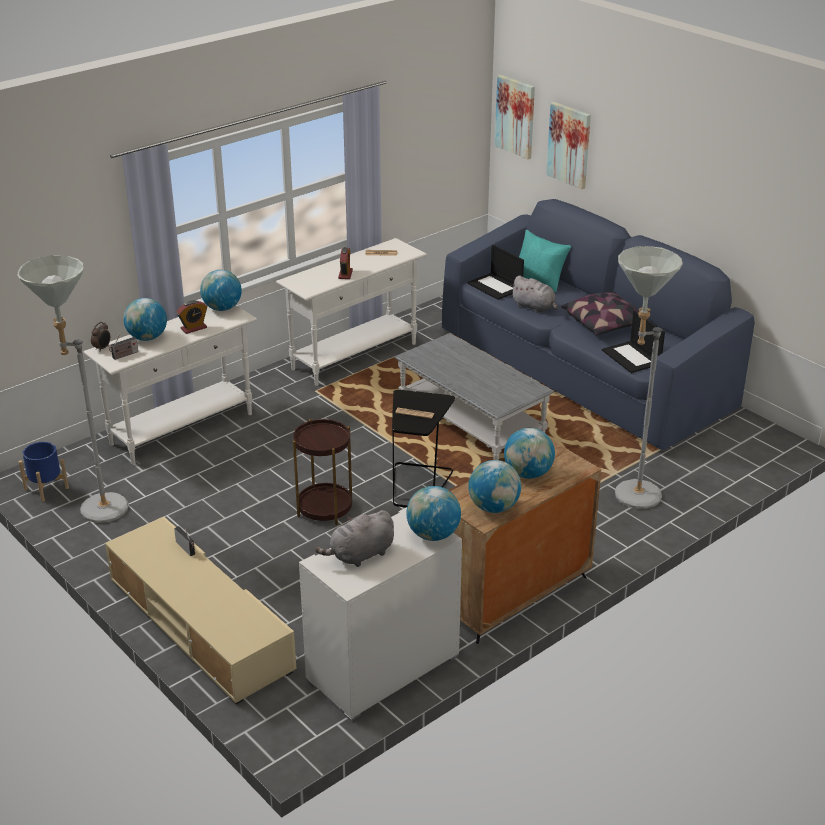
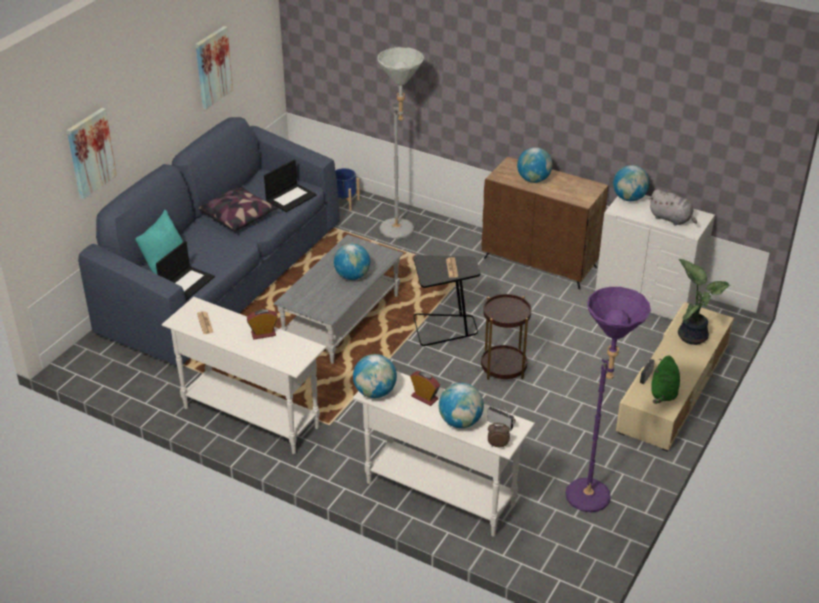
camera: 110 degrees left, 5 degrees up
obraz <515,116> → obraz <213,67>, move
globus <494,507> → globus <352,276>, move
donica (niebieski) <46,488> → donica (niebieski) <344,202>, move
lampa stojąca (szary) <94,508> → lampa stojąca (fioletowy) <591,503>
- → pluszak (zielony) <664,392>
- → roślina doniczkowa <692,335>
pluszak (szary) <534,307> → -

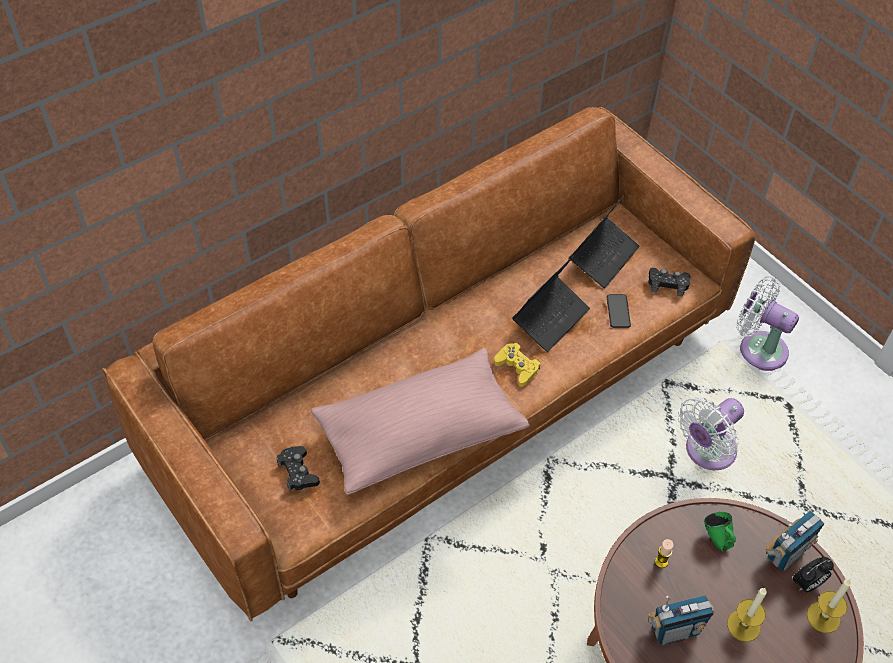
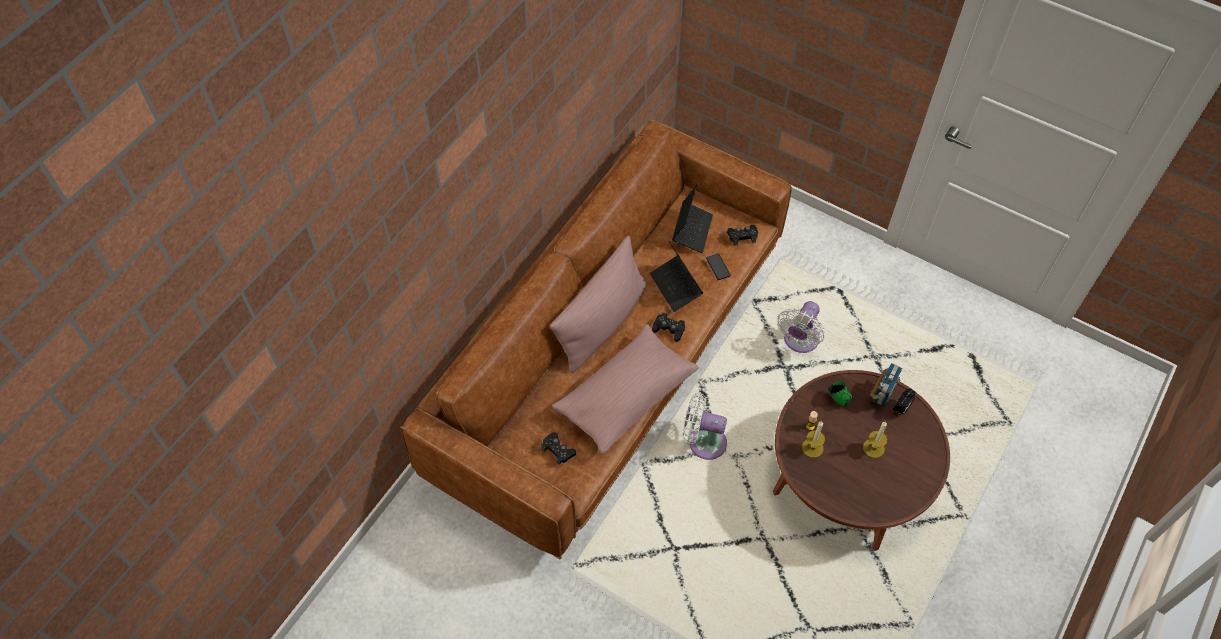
camera: 20 degrees left, 5 degrees up
- → poduszka (różowy) <602,323>
laptop <550,318> → laptop <676,287>, 135 degrees clockwise
pad do gier (żółty) <517,367> → pad do gier (czarny) <669,329>
wentylator (biały) <758,348> → wentylator (biały) <703,442>, move
świeca <823,617> → świeca <812,448>, move
radio <675,630> → -

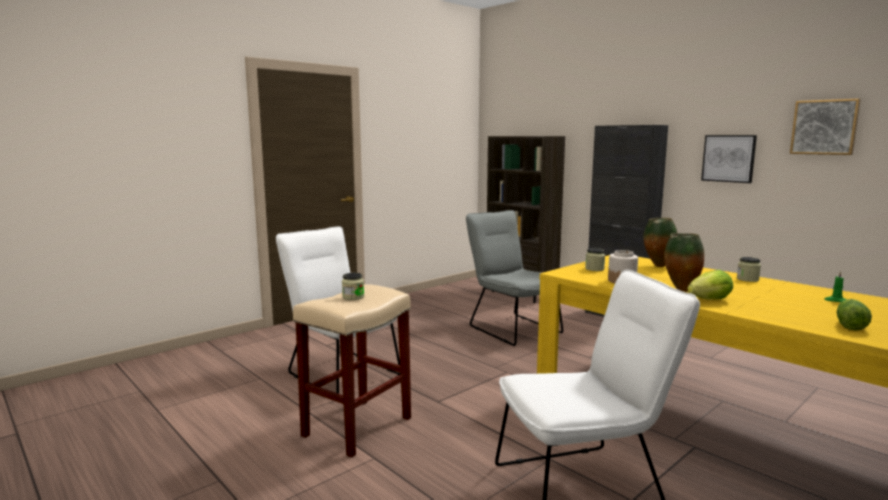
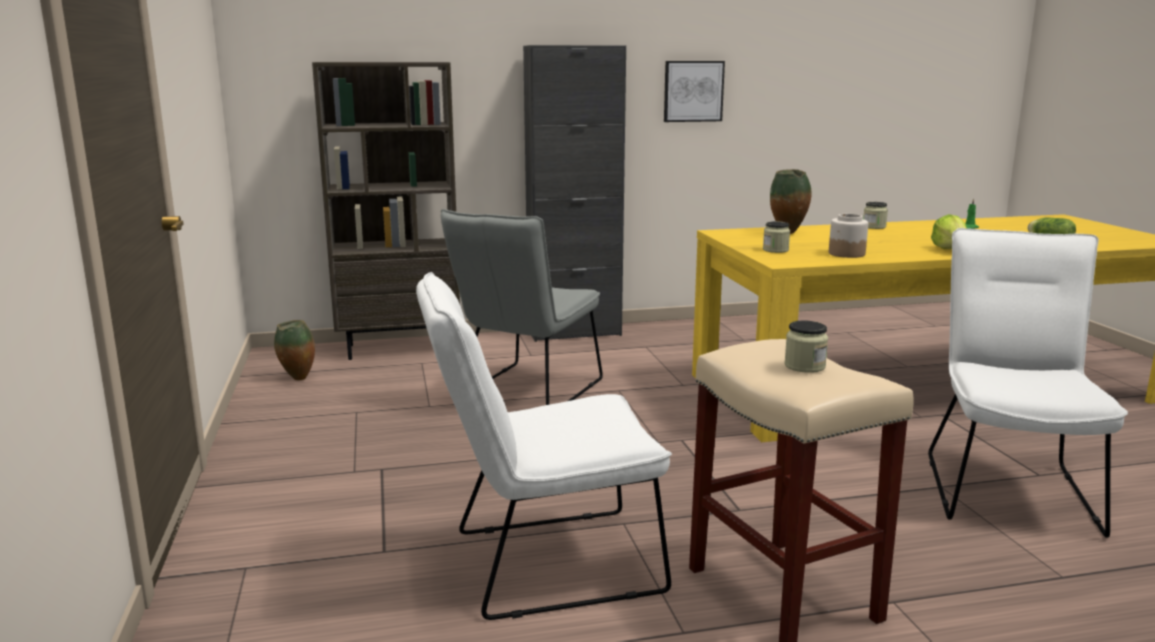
camera: 60 degrees left, 5 degrees up
wazon <680,290> → wazon <297,379>, move
krzesło (szary) <511,327> → krzesło (szary) <525,393>, 60 degrees counterclockwise
obraz <824,127> → -

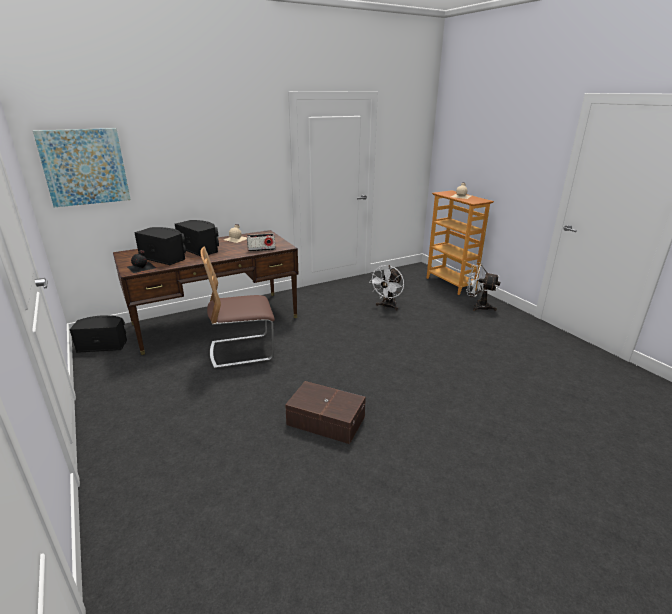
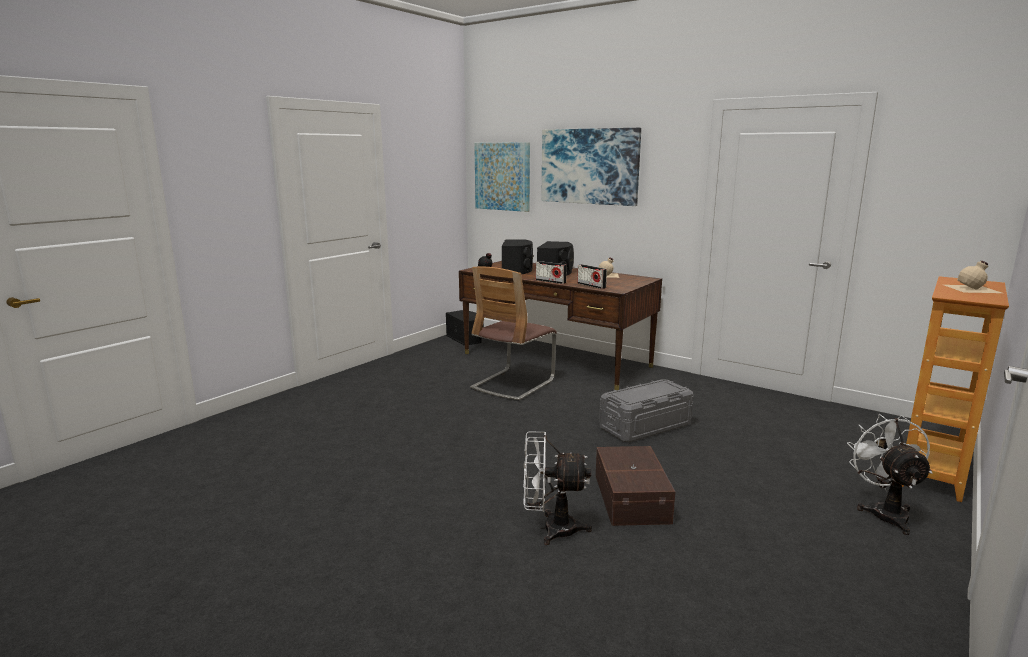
camera: 65 degrees right, 10 degrees down
krzesło <242,351> → krzesło <513,384>, 105 degrees counterclockwise
wentylator (biały) <387,306> → wentylator (biały) <550,529>, move
- → radio <550,281>
- → obraz <589,166>
pojemnik do przechowywania (brązowy) <325,420> → pojemnik do przechowywania (brązowy) <632,498>, move
- → pojemnik do przechowywania (szary) <645,426>

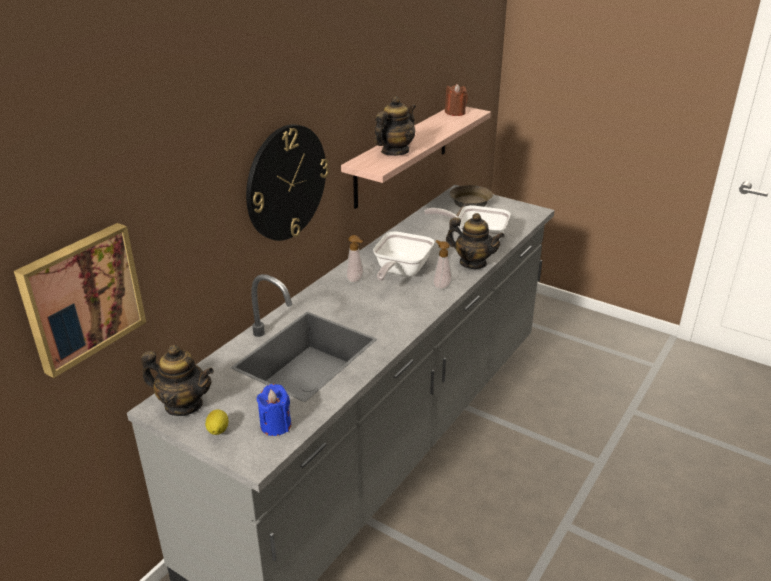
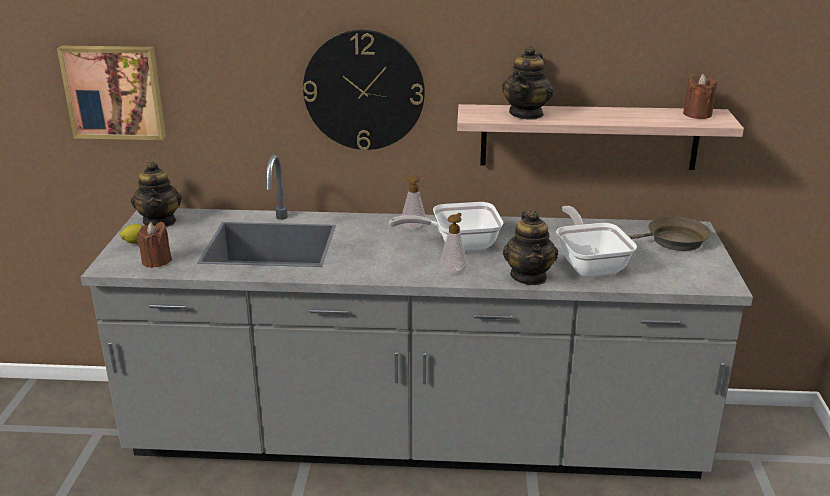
camera: 60 degrees right, 5 degrees down
świeca (niebieski) <275,425> → świeca (brązowy) <156,261>
imbryk <394,151> → imbryk <526,114>, 105 degrees clockwise

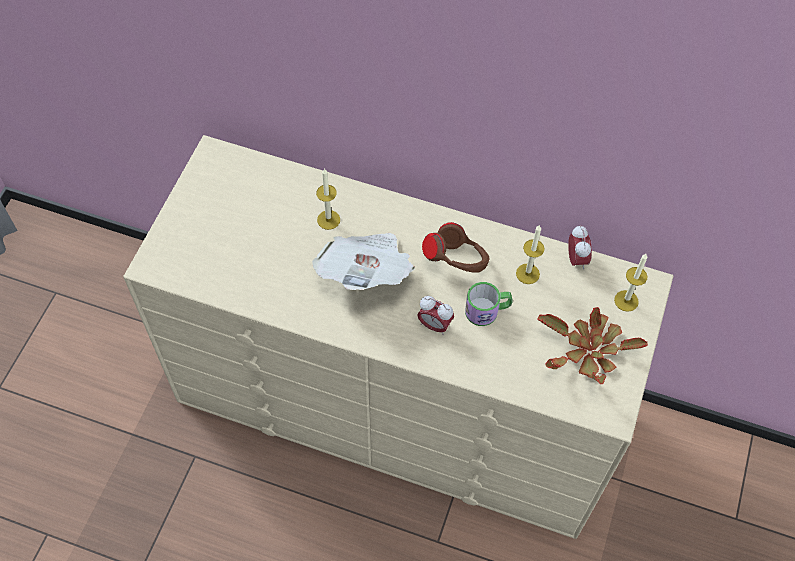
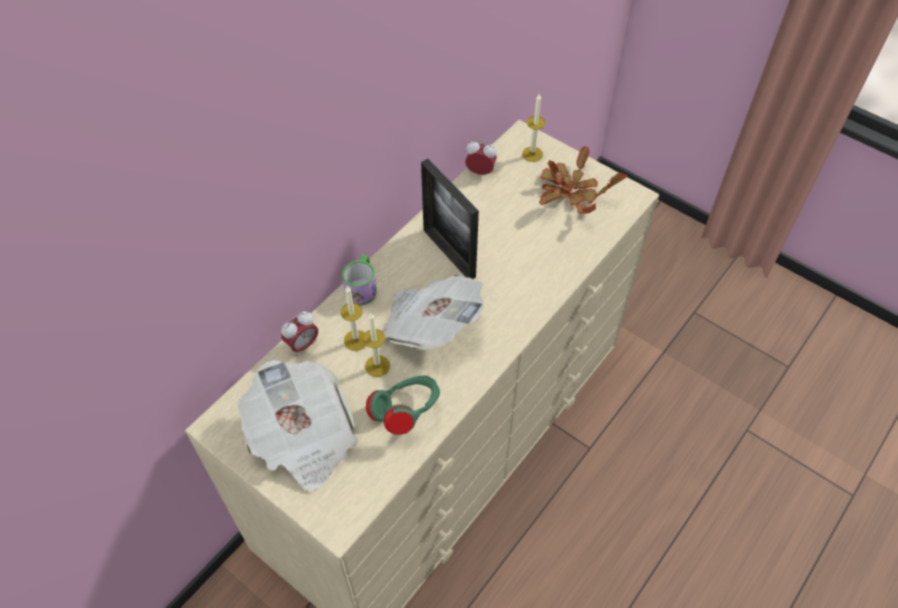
camera: 70 degrees left, 5 degrees down
- → gazeta <303,438>
budzik <434,325> → budzik <303,345>, move
kubek <487,311> → kubek <362,287>, move
świeca <527,273> → świeca <377,366>, move
- → słuchawki (zielony) <406,413>
słuchawki (brązowy) <456,262> → ramka na zdjęcie <449,253>

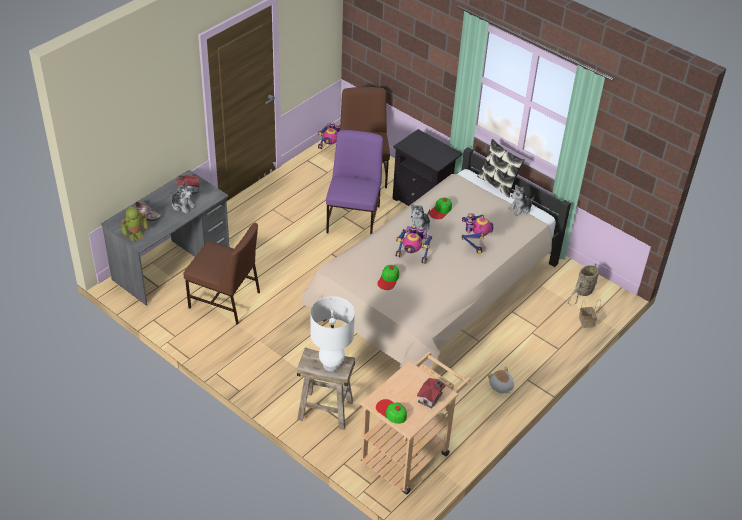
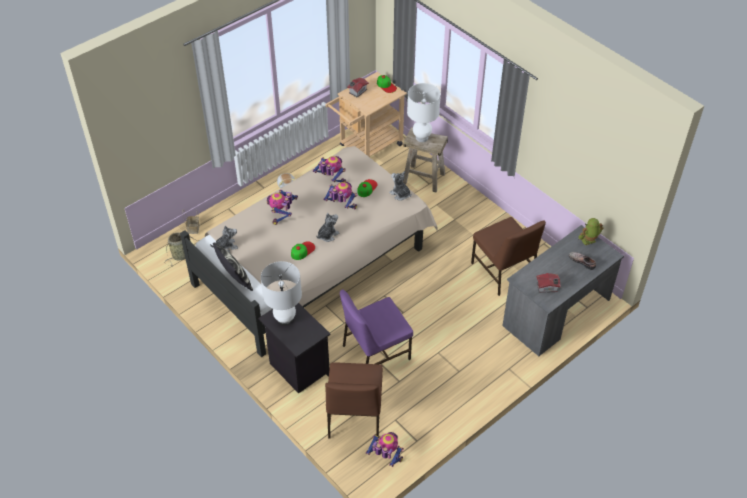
camera: 170 degrees left, 5 degrees up
- → lampa stołowa (biały) <285,319>
- → robot zabawkowy <331,180>
krzesło (fioletowy) <354,218> → krzesło (fioletowy) <375,352>, 45 degrees clockwise
pluszak <182,205> → pluszak <400,194>, move
krzesło (brązowy) <225,301> → krzesło (brązowy) <503,272>, 150 degrees counterclockwise

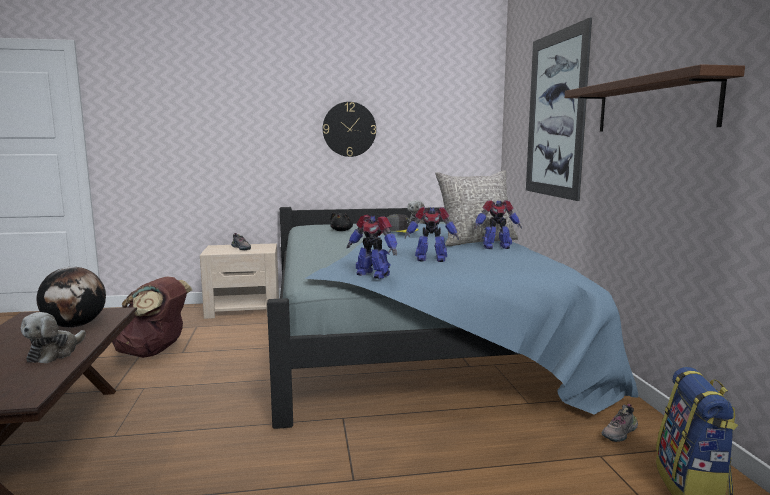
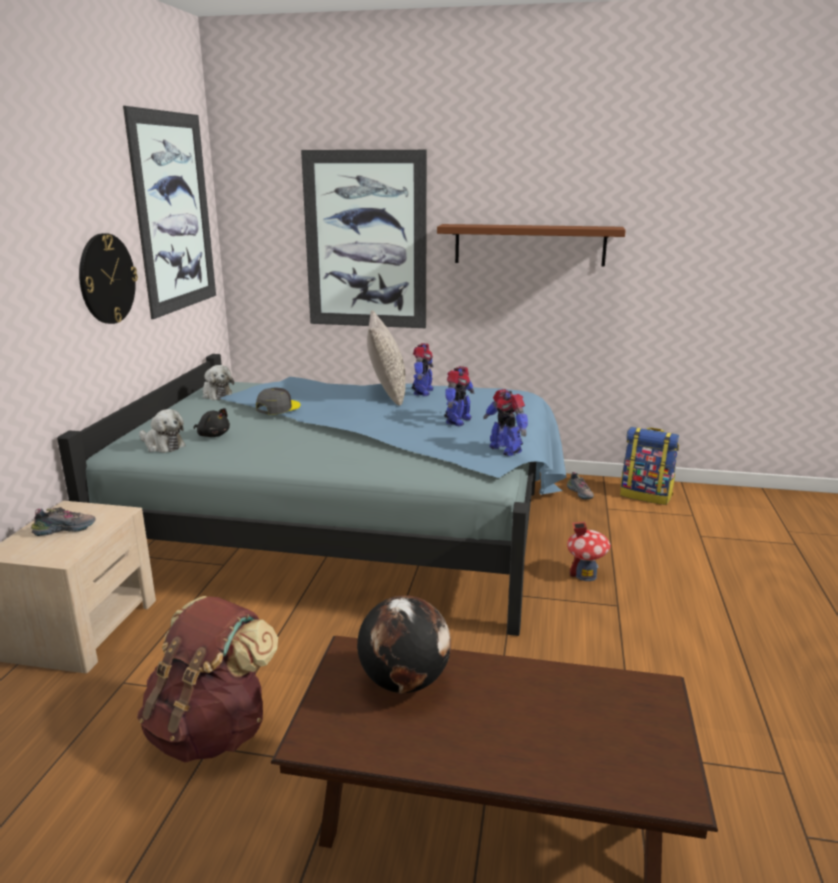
camera: 70 degrees left, 10 degrees up
- → obraz <174,213>
pluszak <55,353> → pluszak <162,445>, move
robot zabawkowy <373,274> → robot zabawkowy <505,449>, 90 degrees clockwise
- → domek <585,575>

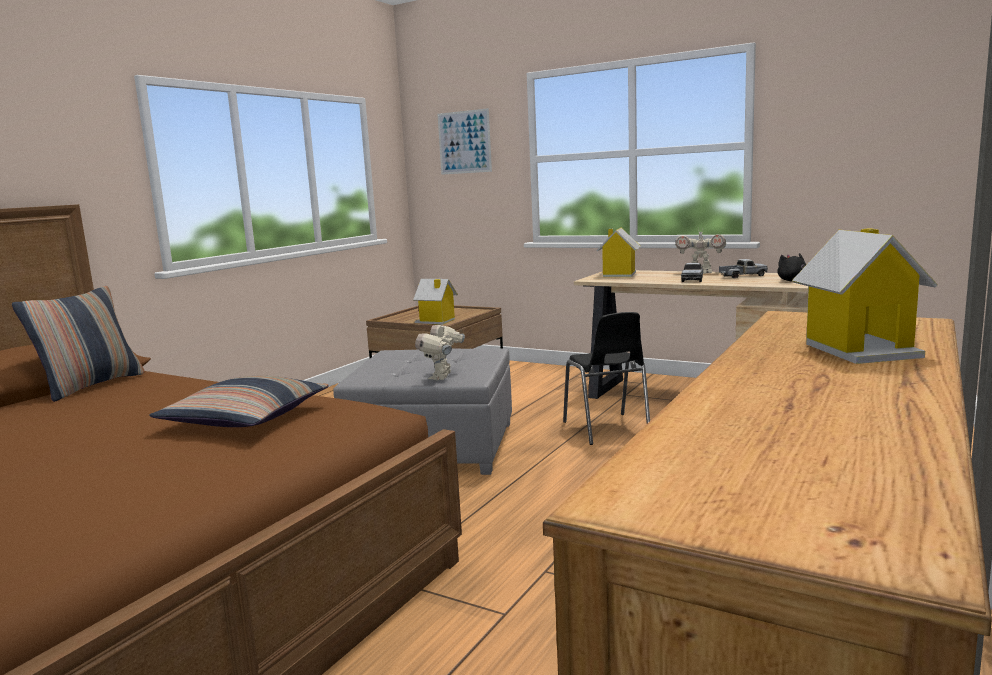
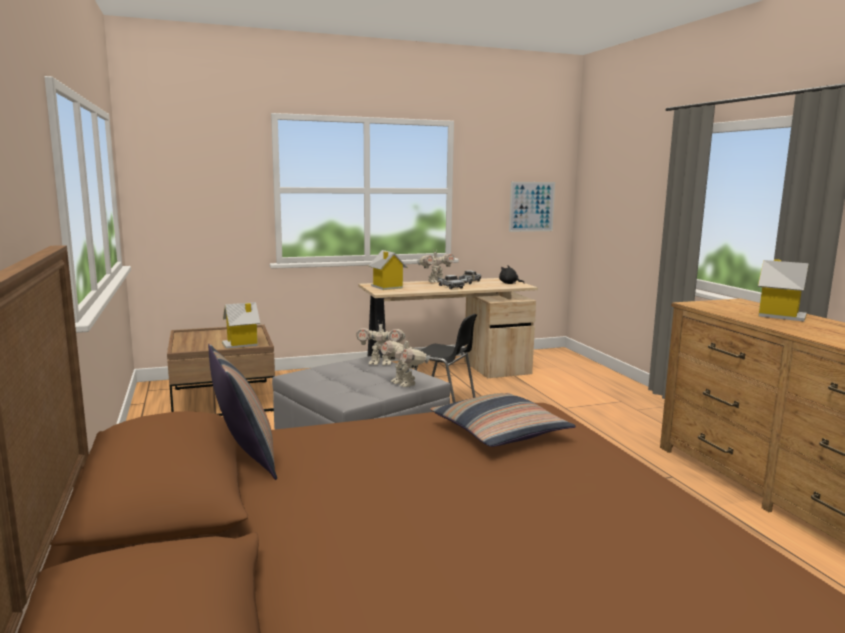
camera: 50 degrees left, 0 degrees up
- → robot zabawkowy <380,363>
obraz <464,142> → obraz <531,206>, move

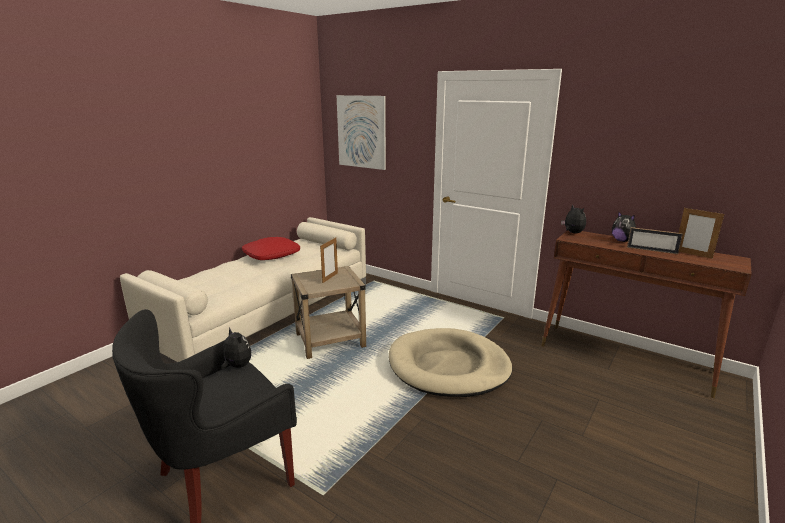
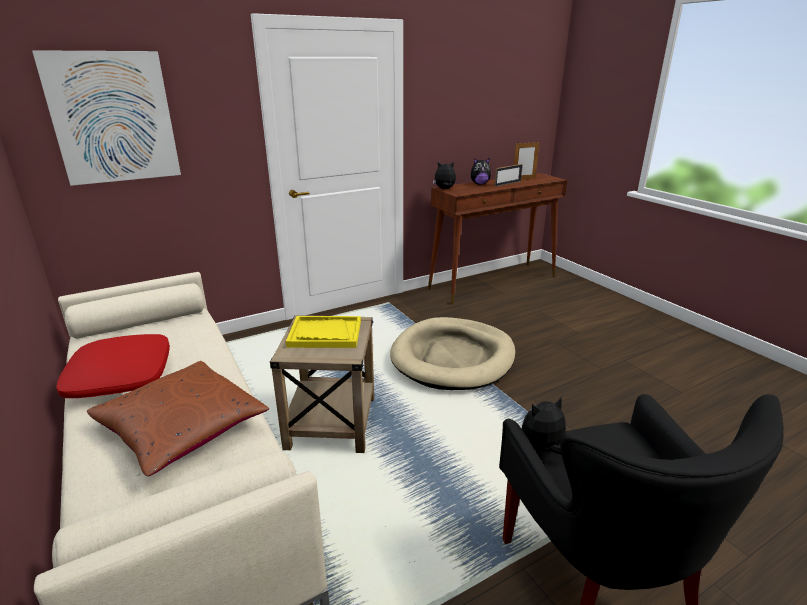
camera: 65 degrees left, 5 degrees up
- → poduszka (brązowy) <183,428>
ramka na zdjęcie <330,278> → taca (żółty) <325,334>

